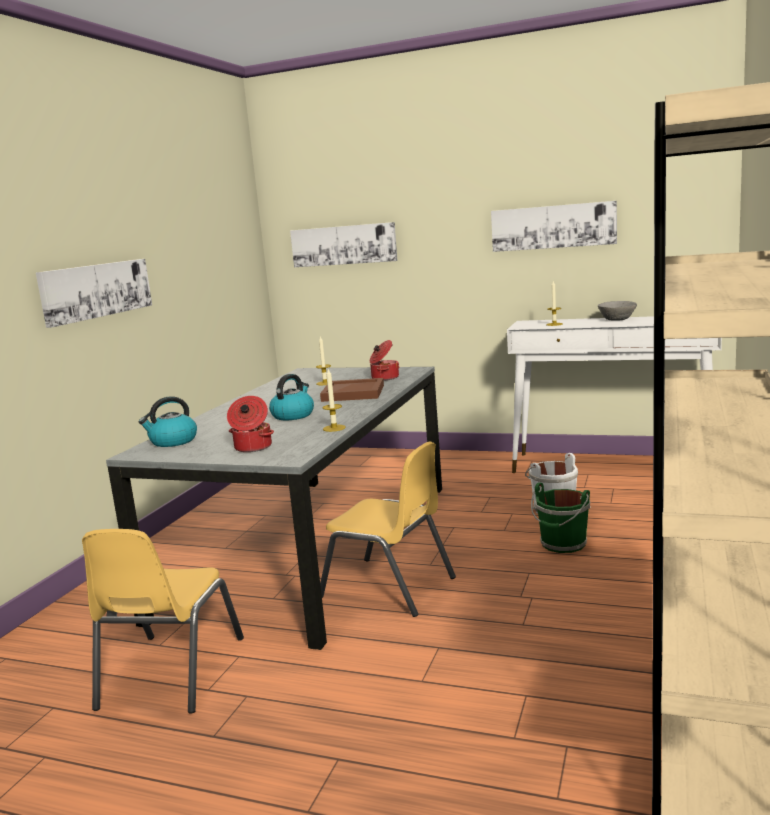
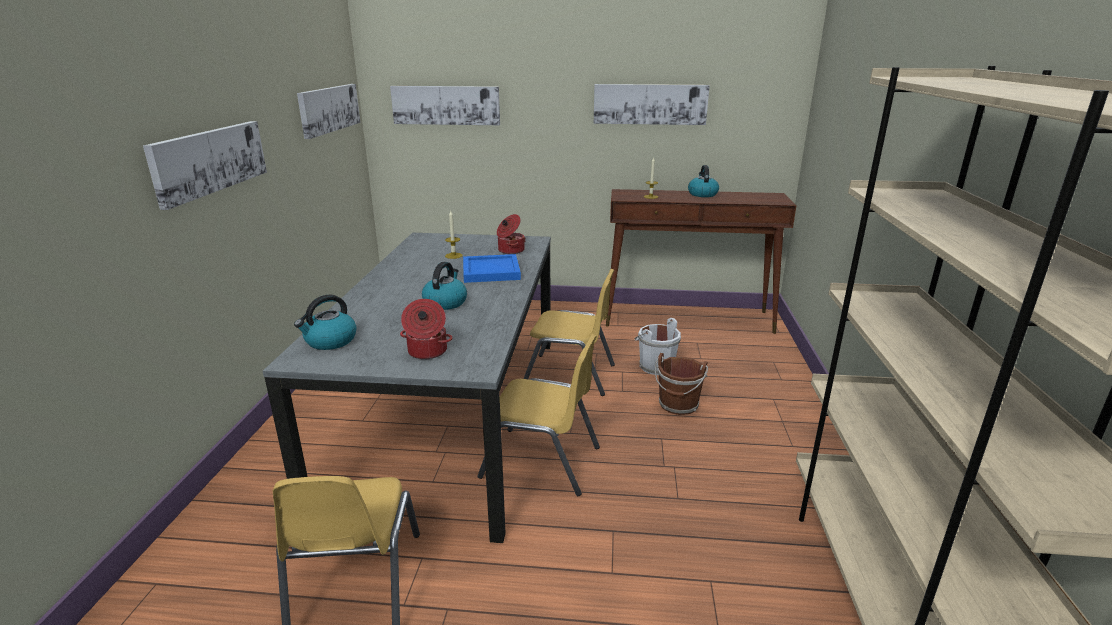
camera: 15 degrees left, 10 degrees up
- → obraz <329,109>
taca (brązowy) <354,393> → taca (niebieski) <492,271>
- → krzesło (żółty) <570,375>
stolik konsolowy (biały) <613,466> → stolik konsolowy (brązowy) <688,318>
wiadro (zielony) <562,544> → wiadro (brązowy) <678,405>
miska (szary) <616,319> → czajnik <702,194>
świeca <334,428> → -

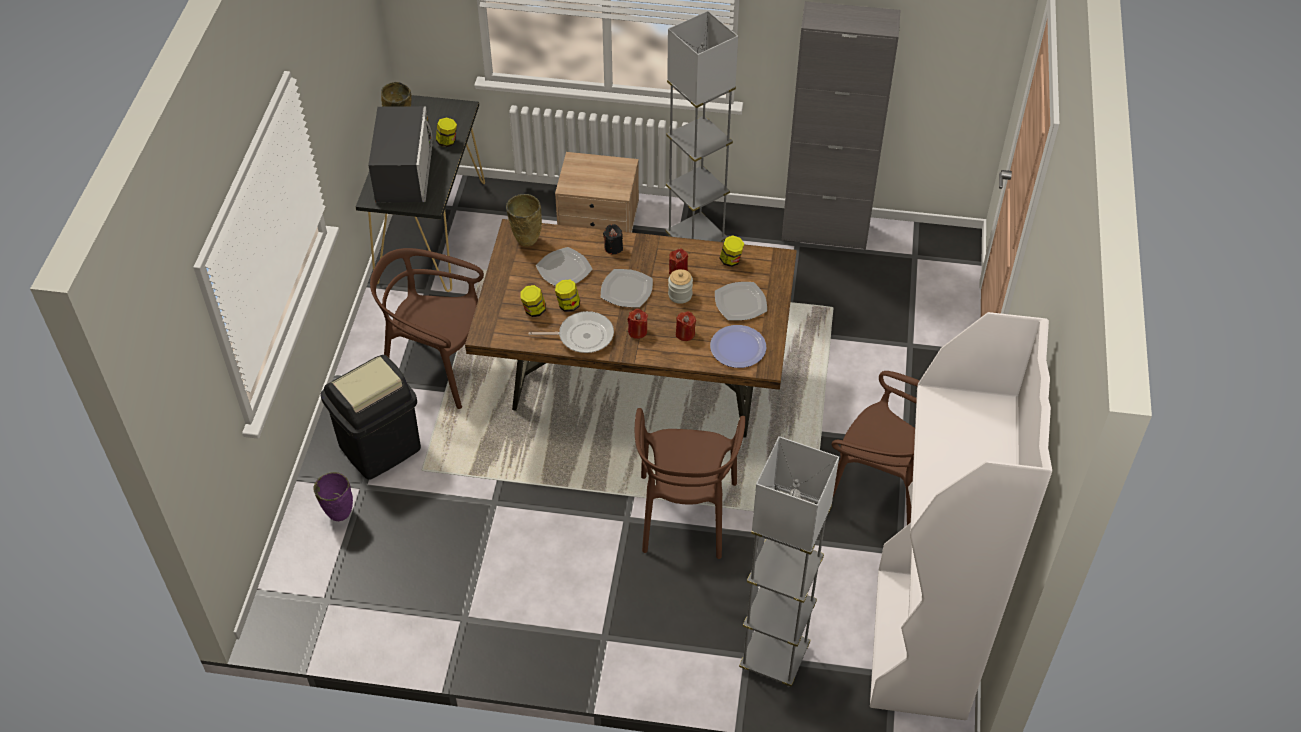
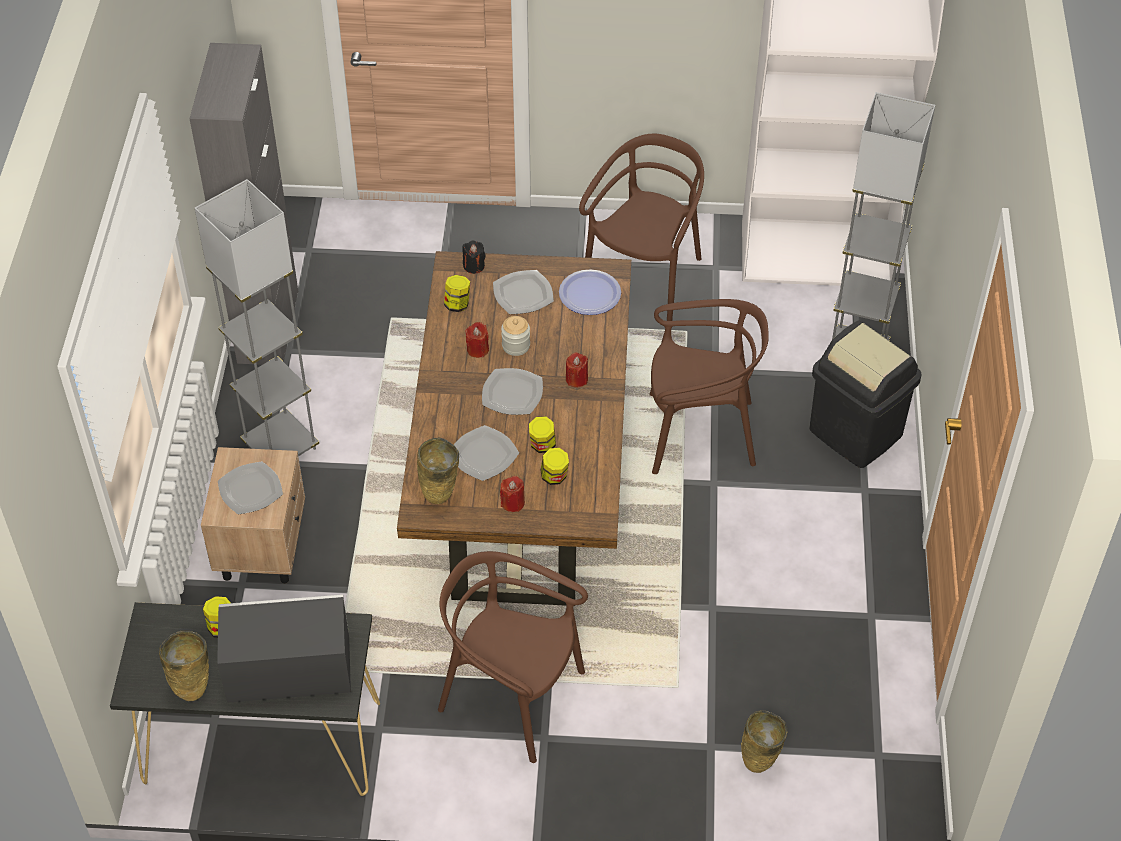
camera: 95 degrees left, 0 degrees up
- → talerz <250,490>
krzesło (brązowy) <437,367> → krzesło (brązowy) <511,696>, 105 degrees clockwise
świeca (czarny) <613,247> → świeca (czarny) <474,266>, move
świeca (czerwony) <685,334> → świeca (czerwony) <512,503>, move
wazon (fioletowy) <339,517> → wazon (beżowy) <760,764>
kosz na śmieci (czarny) <380,448> → kosz na śmieci (czarny) <856,432>, move
patelnia <582,336> → -

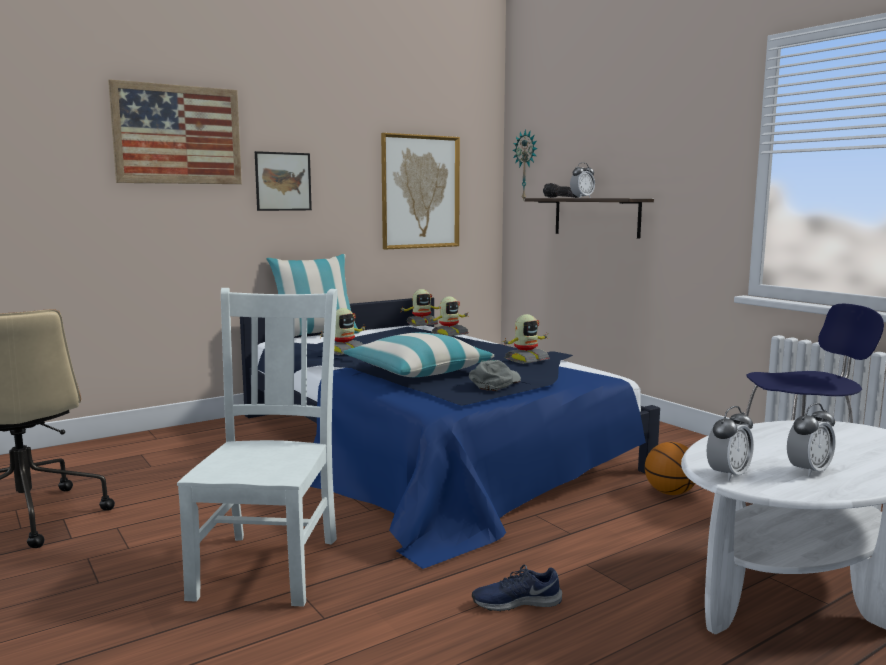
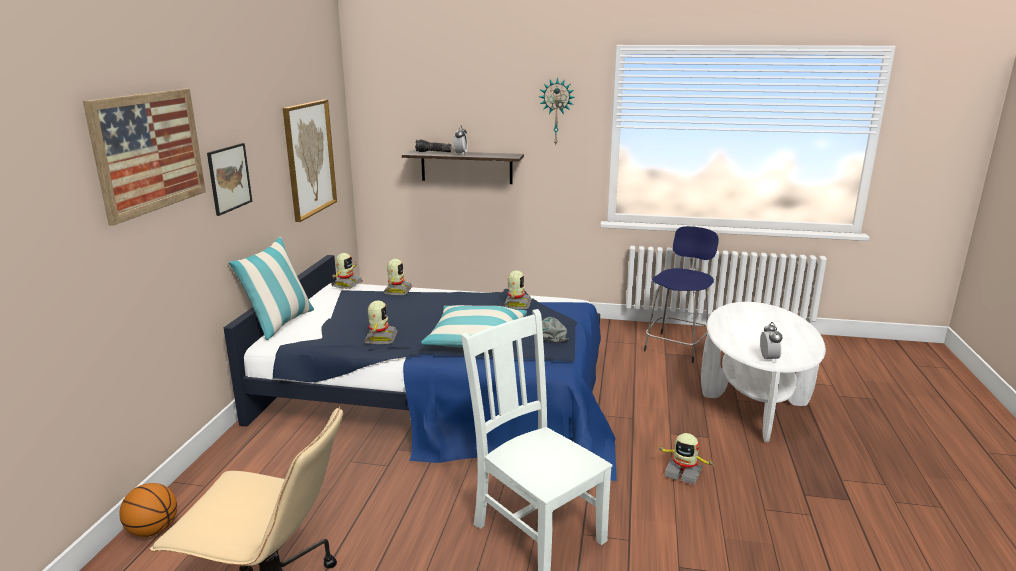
camera: 45 degrees left, 10 degrees up
piłka do koszykówki <670,493> → piłka do koszykówki <153,530>, move
zegar ścienny <526,165> → zegar ścienny <556,112>, move
but (niebieski) <516,602> → robot zabawkowy <683,473>
budzik <808,471> → -

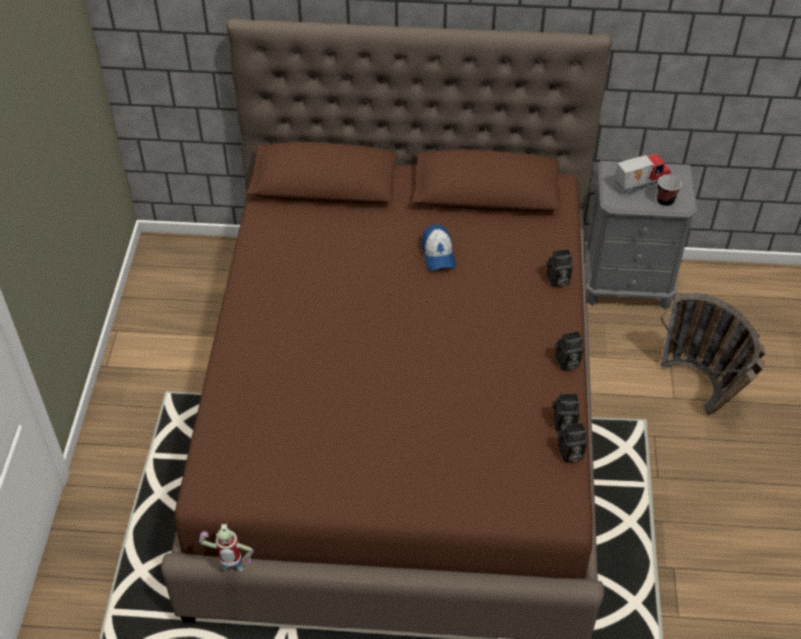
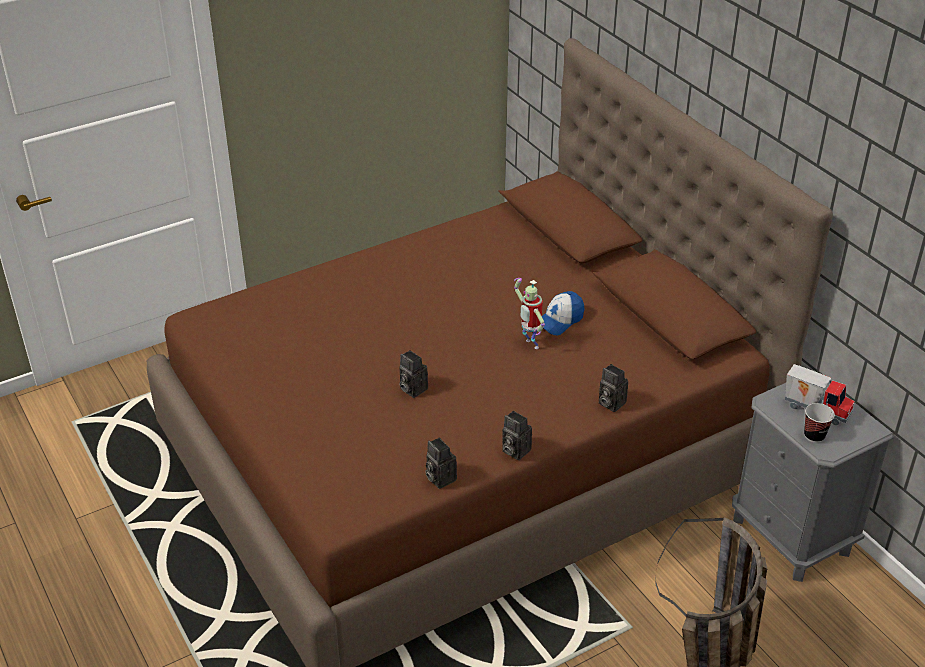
camera: 55 degrees right, 10 degrees down
aparat fotograficzny <569,454> → aparat fotograficzny <411,389>, move
robot zabawkowy <232,571> → robot zabawkowy <529,345>, move

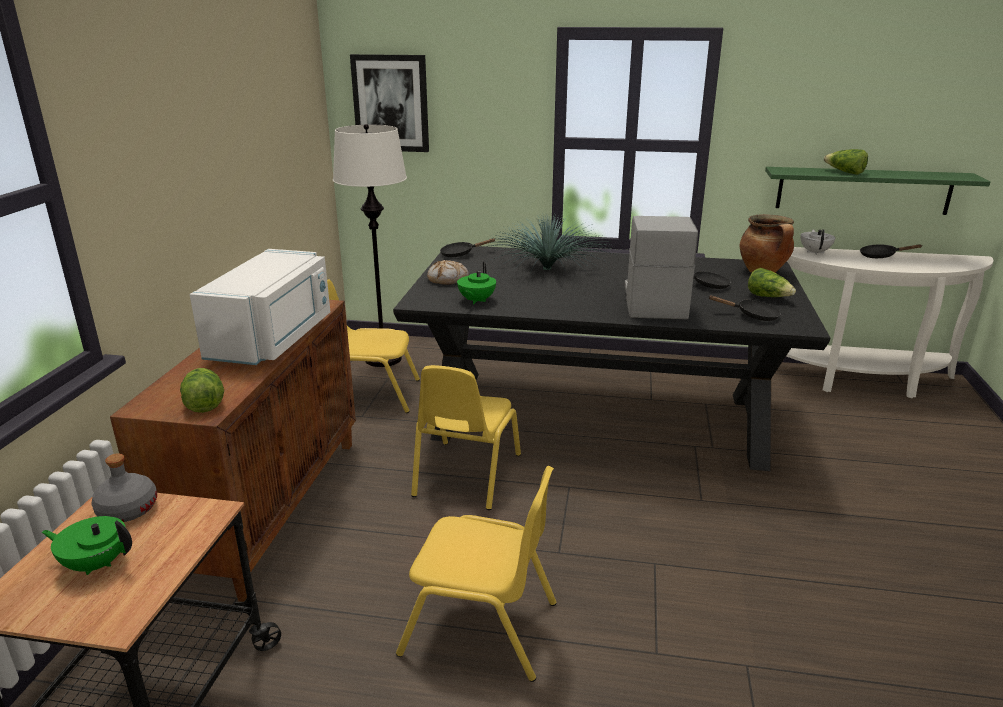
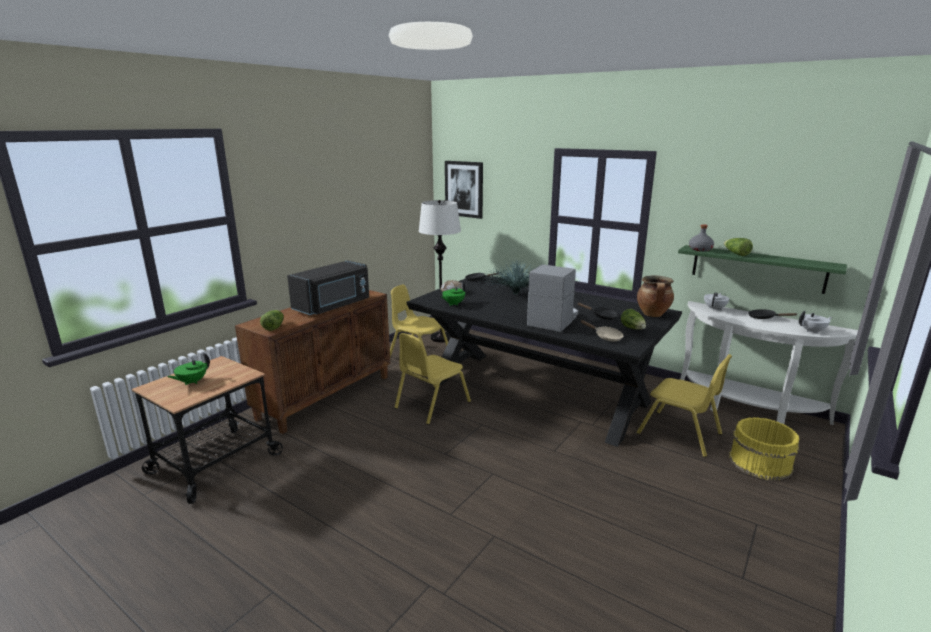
camera: 25 degrees right, 5 degrees down
imbryk (zielony) <96,563> → imbryk (zielony) <192,382>, 90 degrees counterclockwise
mikrofalówka (biały) <274,338> → mikrofalówka (czarny) <334,306>
patelnia (czarny) <752,315> → patelnia (beżowy) <605,337>
krzesło (żółty) <480,628> → krzesło (żółty) <679,434>, move
butelka (szary) <127,510> → butelka (szary) <700,249>, move
- → wiadro (żółty) <759,462>
- → imbryk (biały) <812,331>

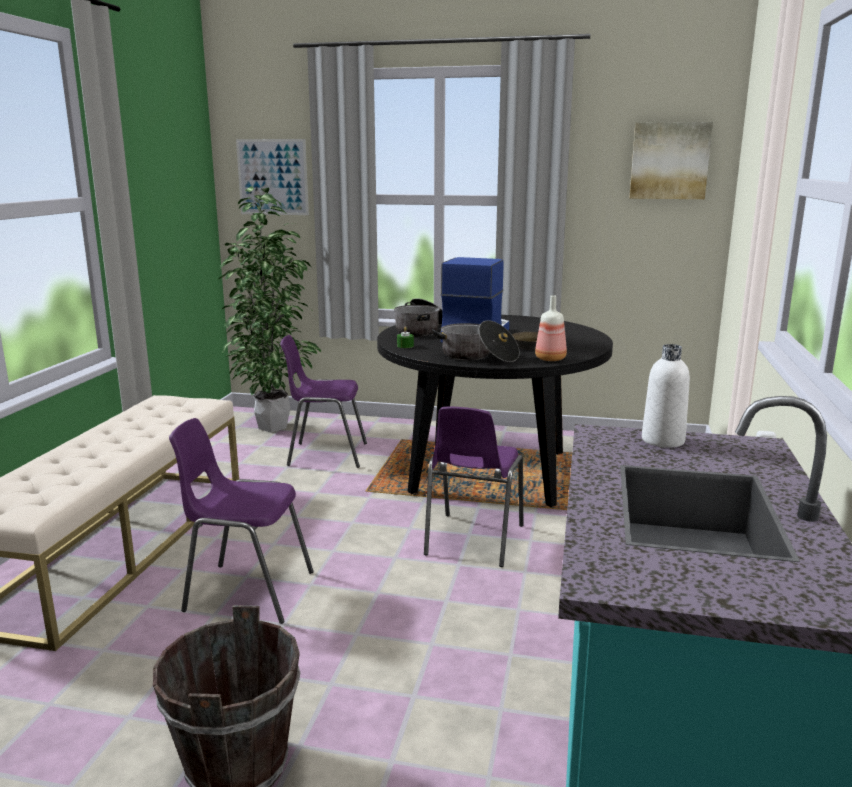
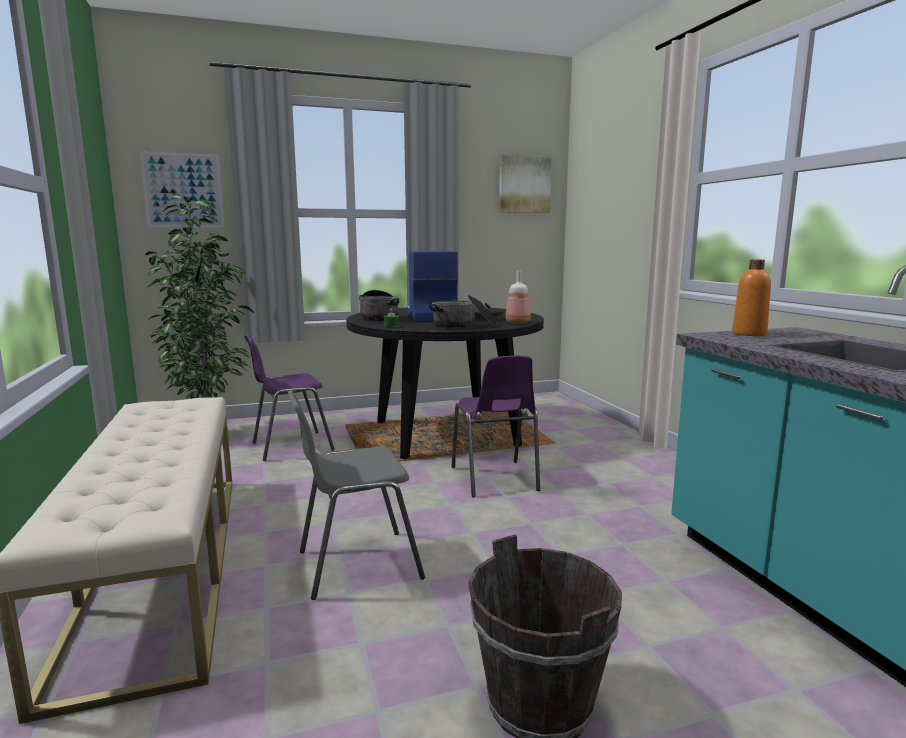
camera: 30 degrees left, 5 degrees down
krzesło (fioletowy) <246,591> → krzesło (szary) <355,564>
butelka (biały) <662,440> → butelka (pomarańczowy) <749,334>

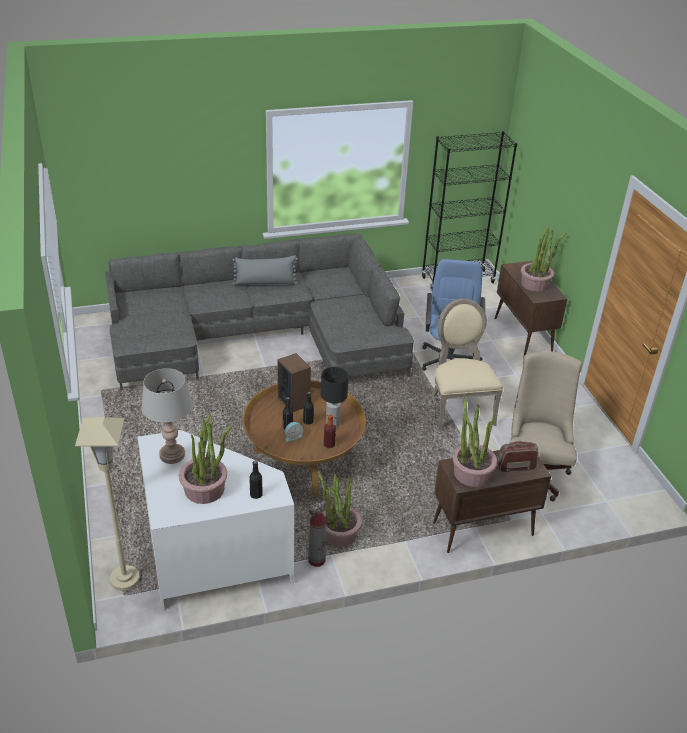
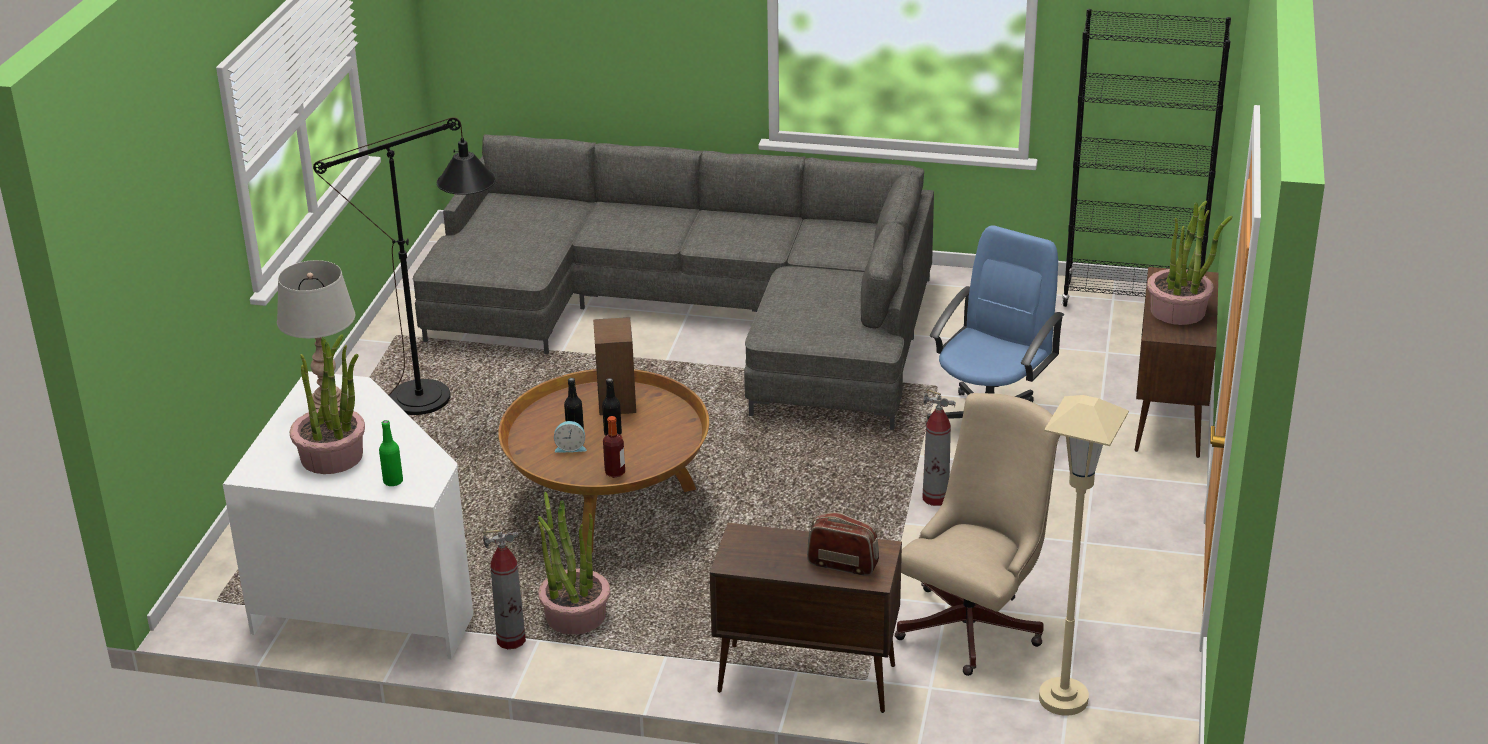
camera: 30 degrees right, 5 degrees down
- → lampa stojąca (czarny) <437,400>
butelka (czarny) <256,495> → butelka (zielony) <393,481>
krzesło (beżowy) <459,408> → gaśnica <936,498>
lampa stojąca (beżowy) <125,579> → lampa stojąca (beżowy) <1063,699>, move
poduszka (szary) <265,283> → -
lampa stołowa (czarny) <333,423> → -
roślina doniczkowa <471,473> → -

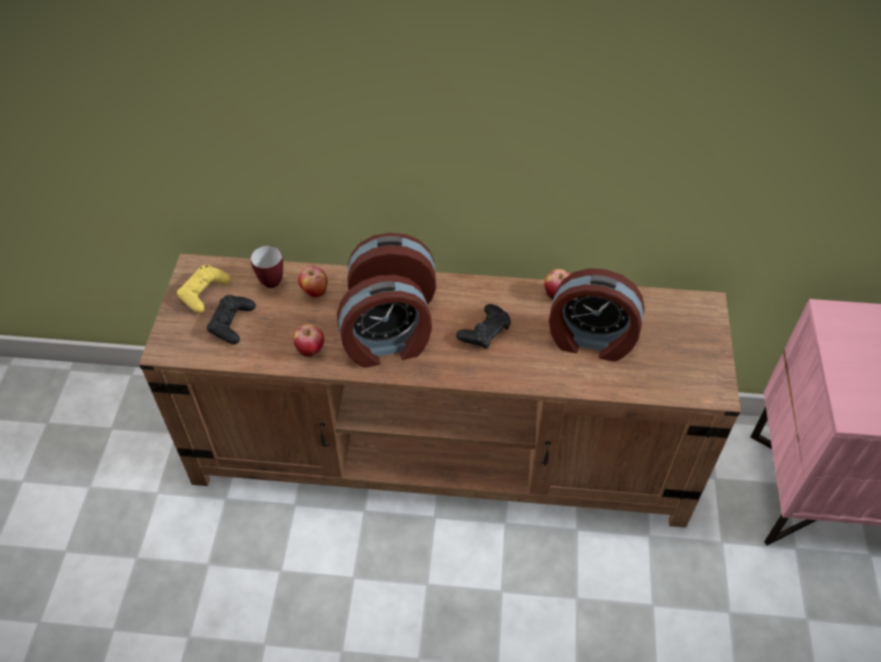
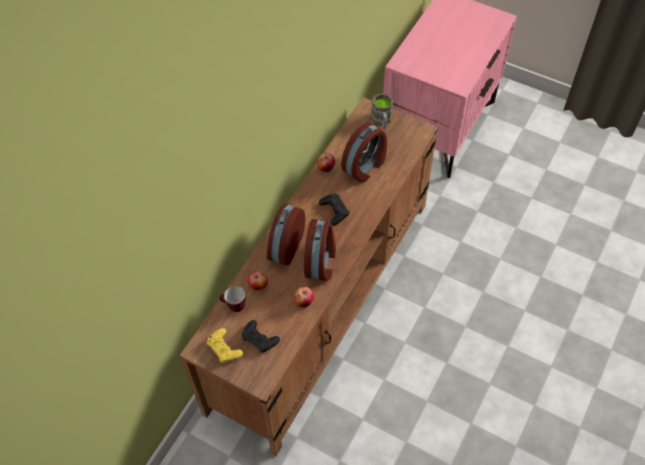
camera: 65 degrees left, 5 degrees up
- → kubek (brązowy) <382,121>

